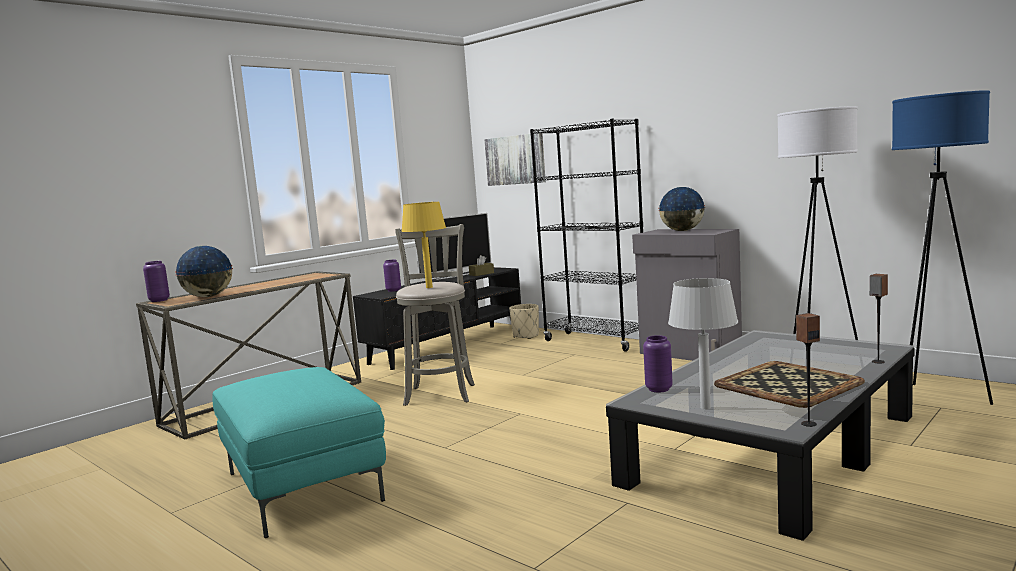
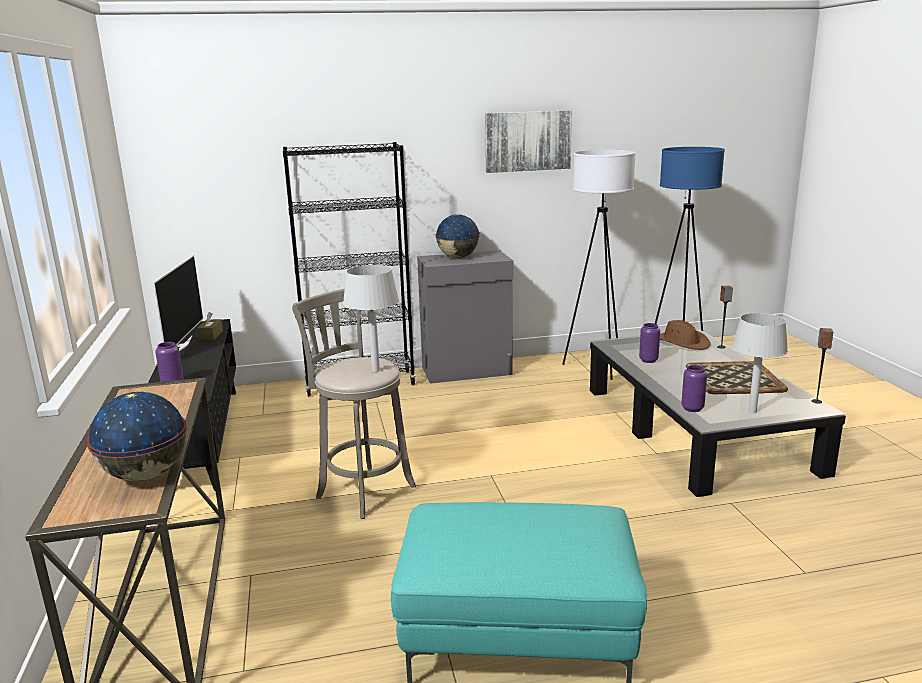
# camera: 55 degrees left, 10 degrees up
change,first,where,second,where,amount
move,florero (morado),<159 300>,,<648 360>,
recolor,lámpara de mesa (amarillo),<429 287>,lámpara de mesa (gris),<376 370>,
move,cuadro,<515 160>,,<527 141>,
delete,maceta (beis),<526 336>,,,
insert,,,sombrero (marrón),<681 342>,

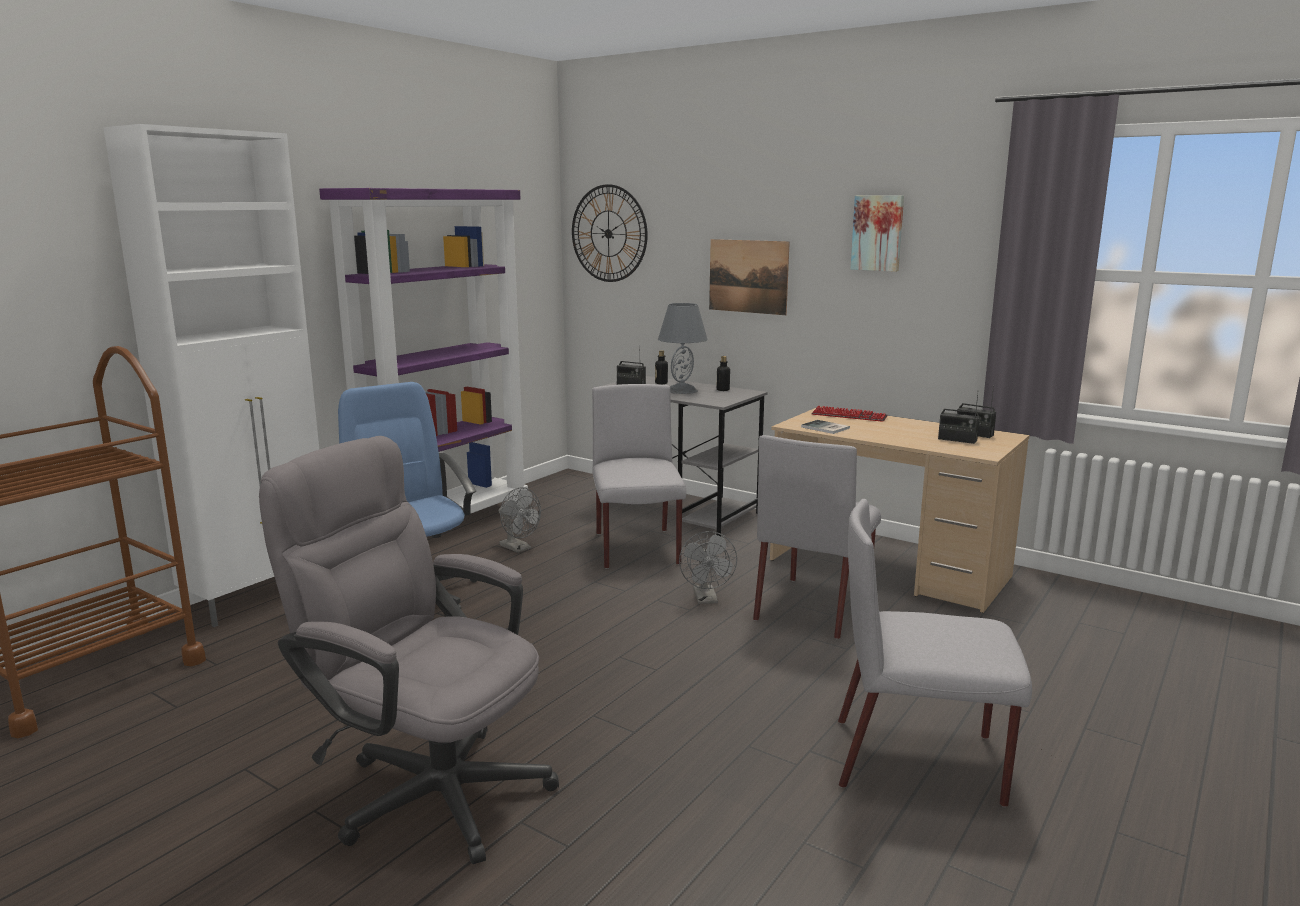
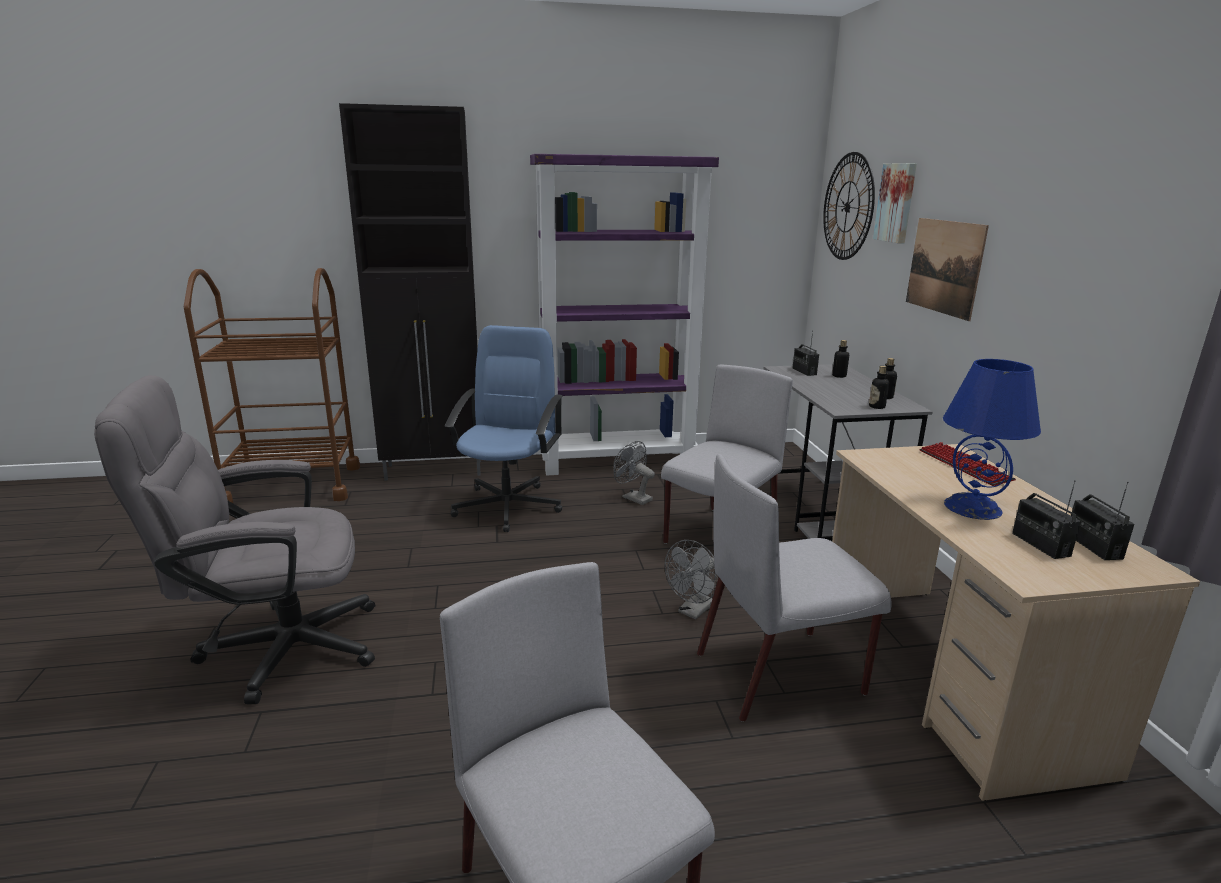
# camera: 45 degrees right, 5 degrees up
change,first,where,second,where,amount
recolor,armario (blanco),<261 597>,armario (negro),<435 470>,
rotate,silla de oficina (gris),<427 787>,,<273 649>,90 degrees counterclockwise
rotate,ventilador (gris),<518 548>,,<633 498>,135 degrees clockwise
delete,lámpara de mesa (gris),<682 390>,,,
delete,libro,<825 428>,,,
move,cuadro,<878 233>,,<897 203>,
insert,,,botella,<877 406>,
insert,,,lámpara de mesa (azul),<973 507>,

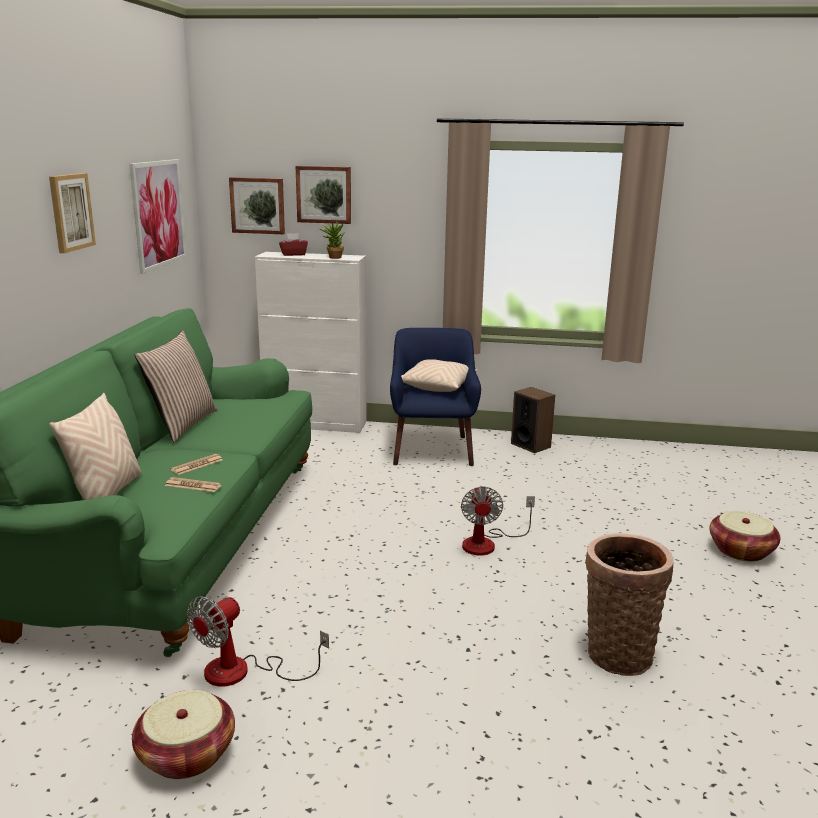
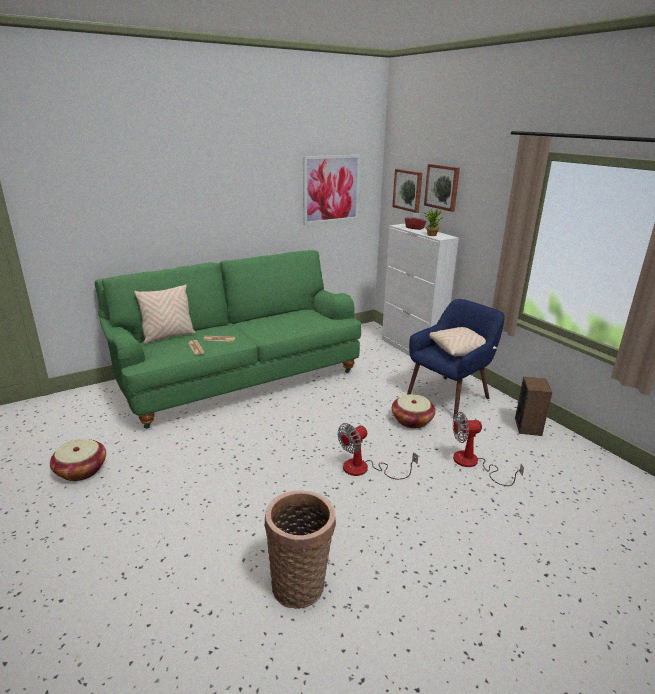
# camera: 50 degrees right, 5 degrees up
change,first,where,second,where,amount
delete,cuadro,<70 212>,,,
delete,cojín,<182 424>,,,
move,ventilador,<243 672>,,<473 464>,
move,cesta,<741 551>,,<412 420>,

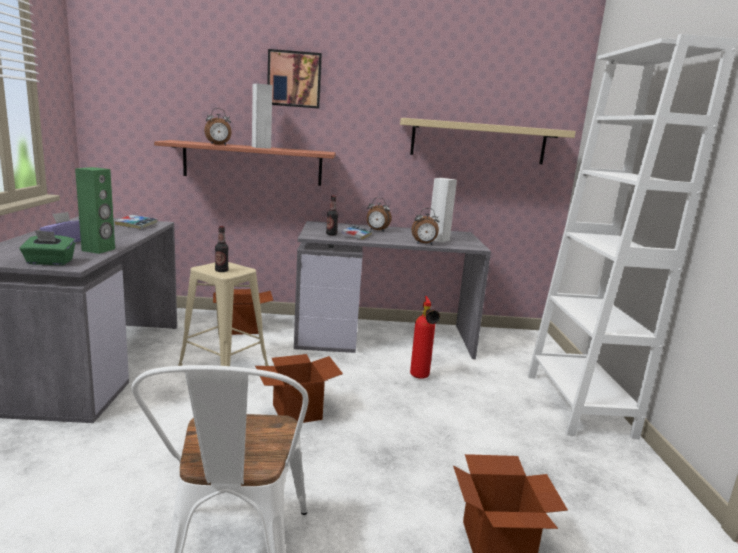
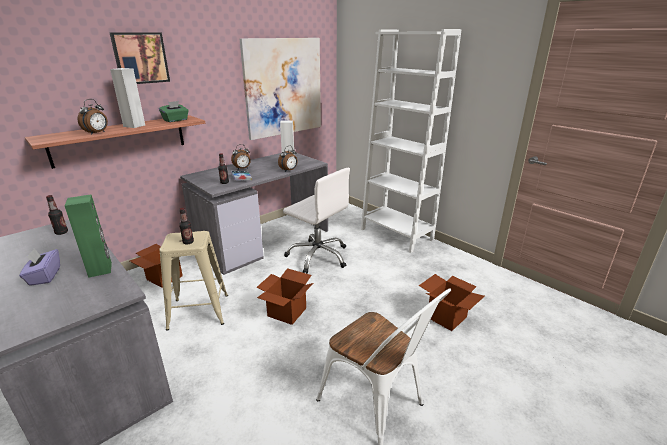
# camera: 40 degrees left, 10 degrees up
change,first,where,second,where,amount
move,caja de pañuelos (verde),<49 262>,,<175 120>,
replace,libro,<136 225>,botella,<61 232>,
replace,estante (beis),<478 142>,cuadro,<283 87>,
replace,extintor,<420 378>,silla de oficina (blanco),<318 256>,

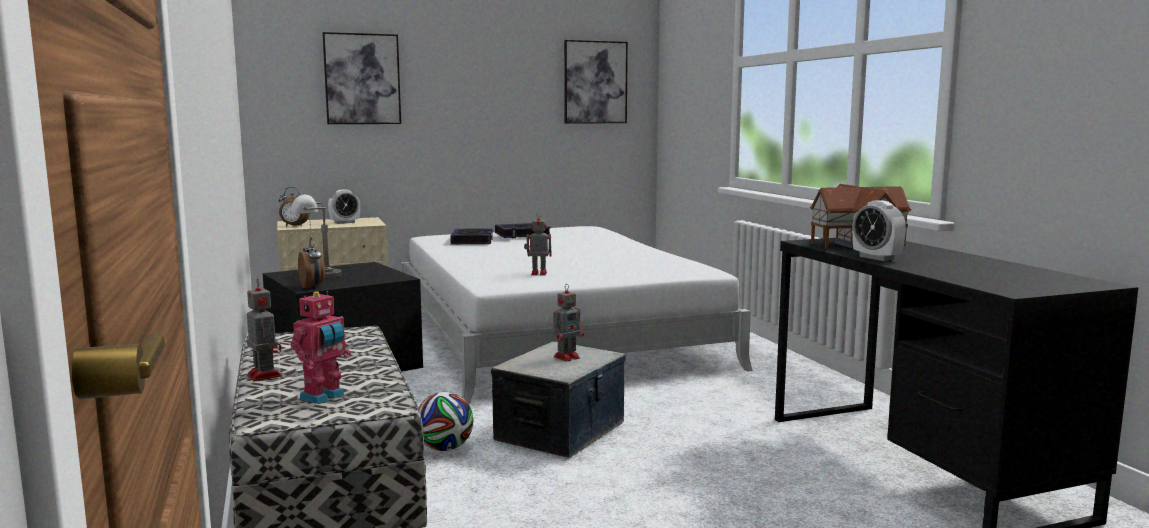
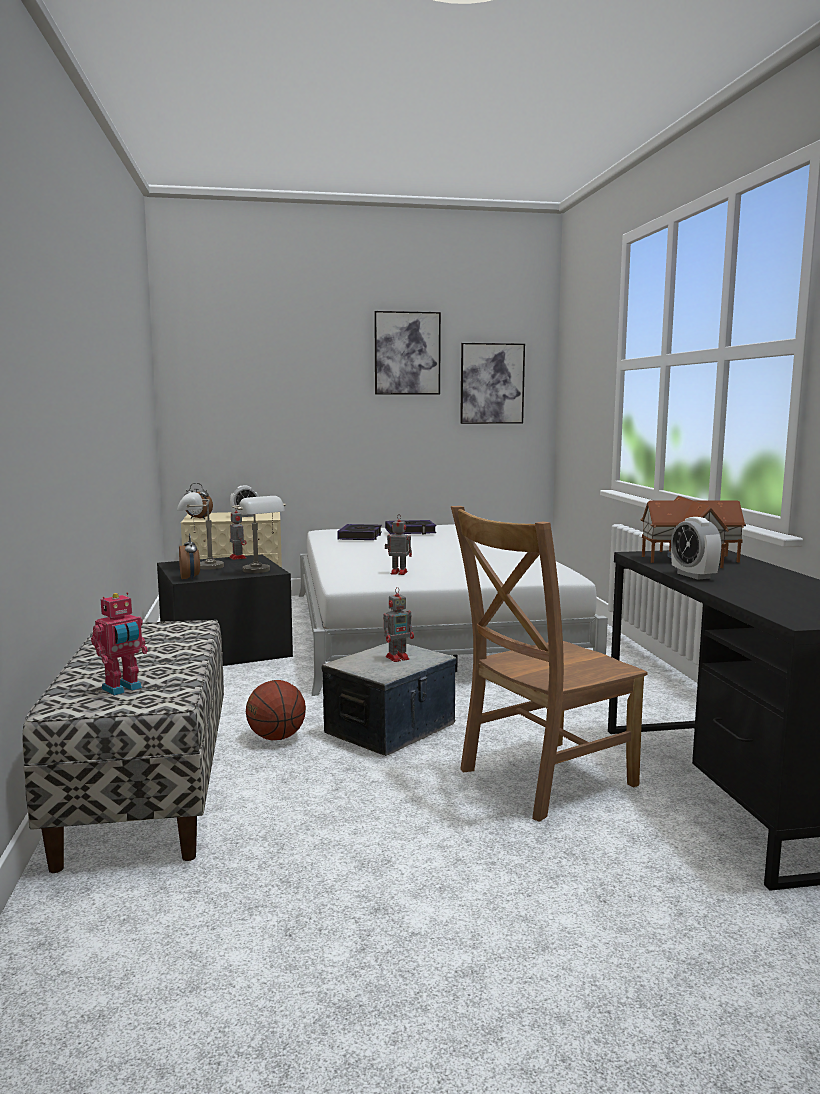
# camera: 10 degrees right, 0 degrees up
change,first,where,second,where,amount
move,robot de juguete,<263 375>,,<237 557>,
move,cuadro,<362 79>,,<407 353>,
replace,balón de fútbol,<445 448>,balón de baloncesto,<276 738>,
insert,,,lámpara de mesa (gris),<261 571>,
insert,,,silla (marrón),<541 779>,

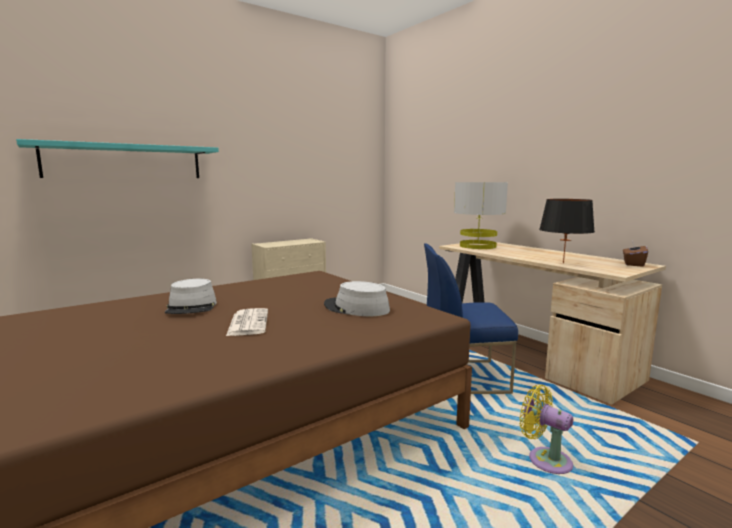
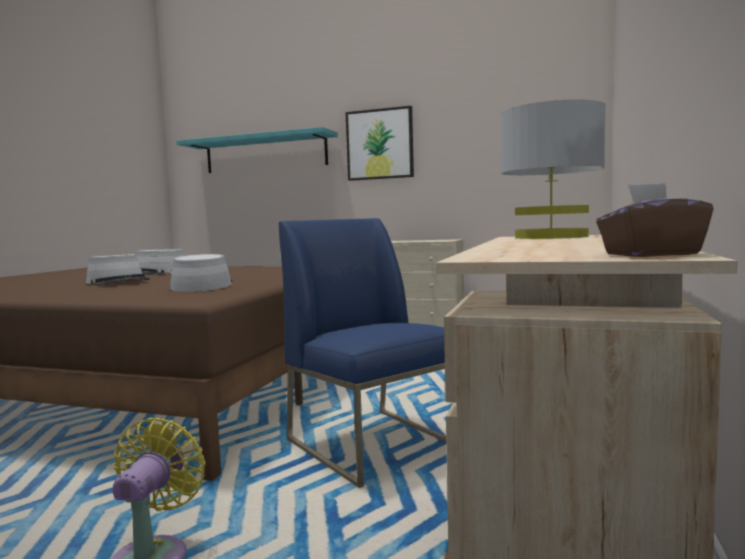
# camera: 55 degrees right, 5 degrees down
change,first,where,second,where,amount
replace,periódico,<248 322>,sombrero (gris),<118 282>,
delete,lámpara de mesa (negro),<563 263>,,,
insert,,,cuadro,<380 144>,

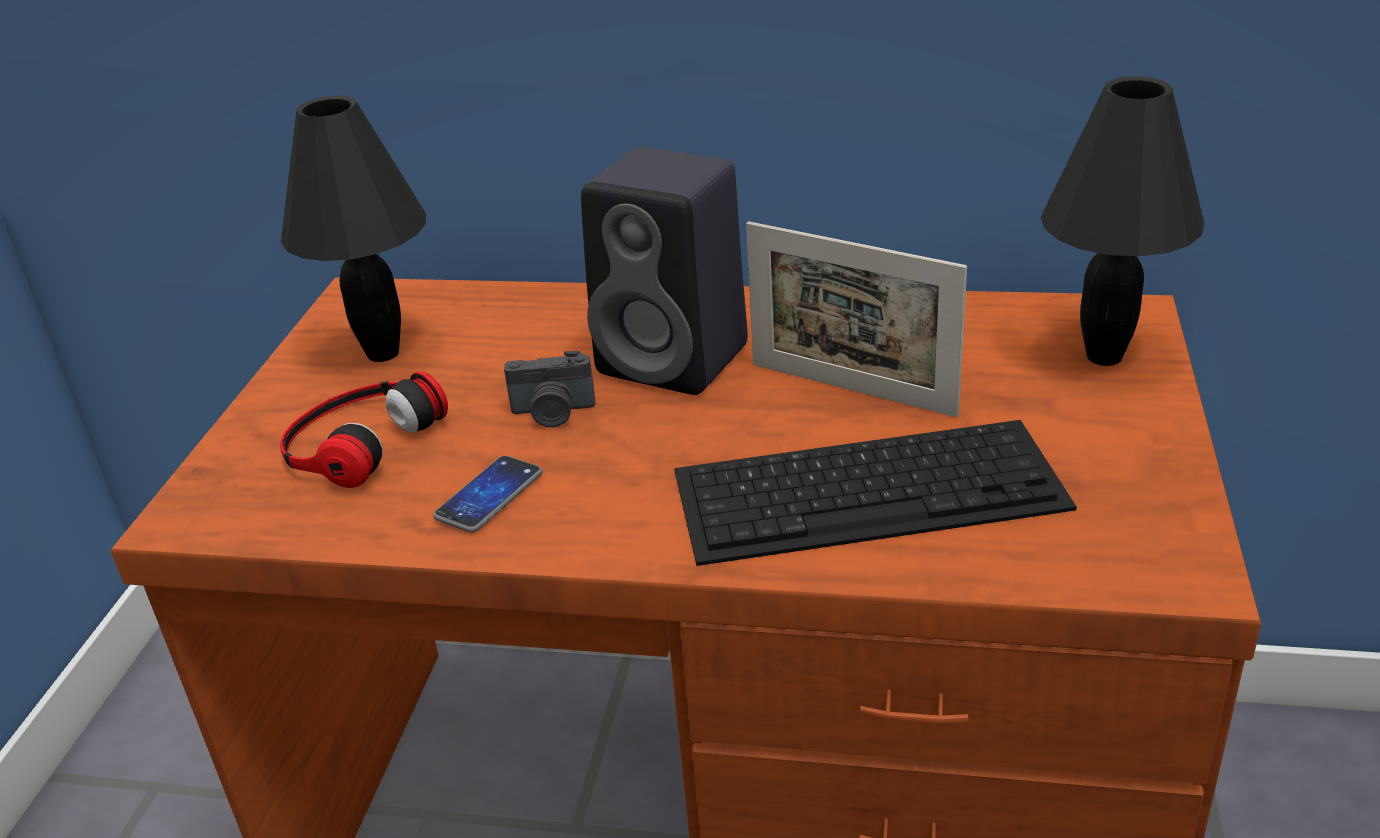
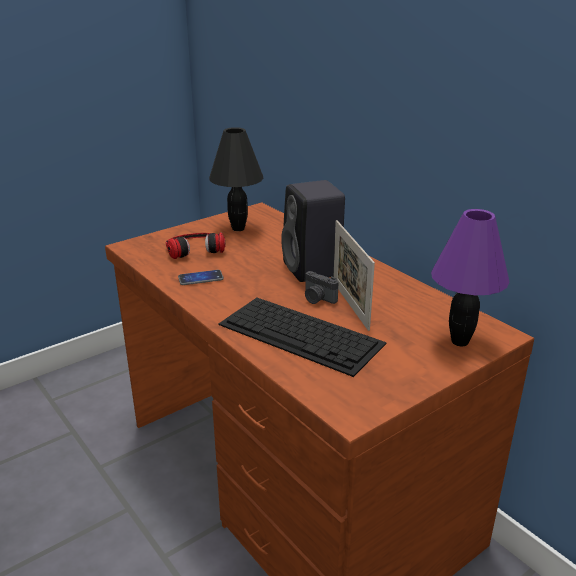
# camera: 40 degrees right, 5 degrees down
change,first,where,second,where,amount
move,cámara,<553 413>,,<318 299>,
recolor,lámpara de mesa (negro),<1105 356>,lámpara de mesa (morado),<460 342>,

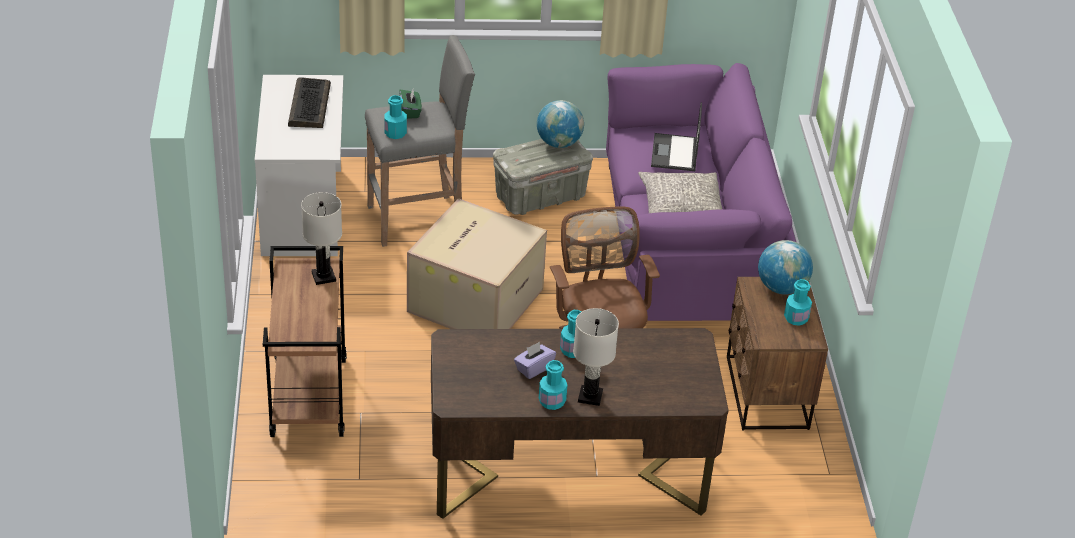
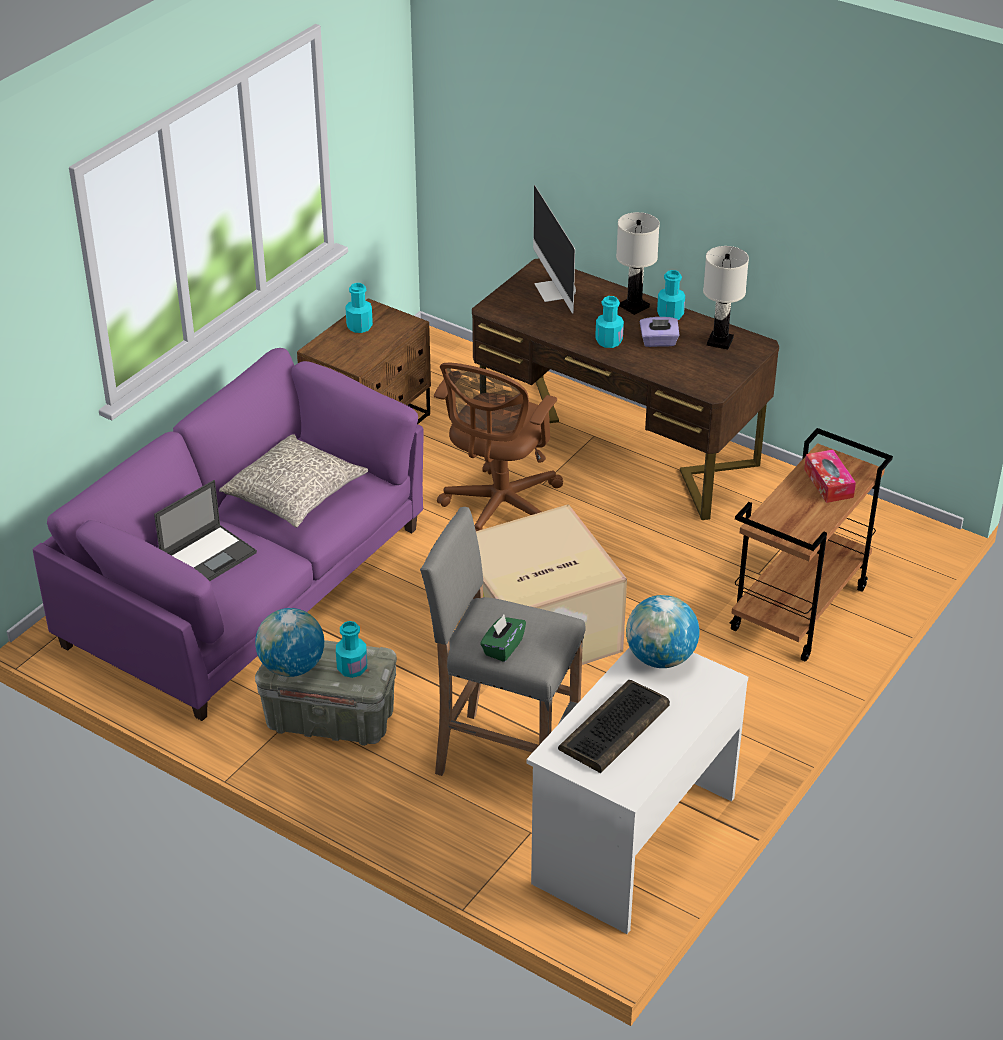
# camera: 140 degrees left, 0 degrees up
change,first,where,second,where,amount
move,lámpara de mesa (blanco),<323 277>,,<720 341>,
move,botella (turquesa),<395 133>,,<352 668>,
move,globo terráqueo,<781 288>,,<660 658>,
insert,,,monitor,<555 291>,
insert,,,caja de pañuelos,<828 483>,

